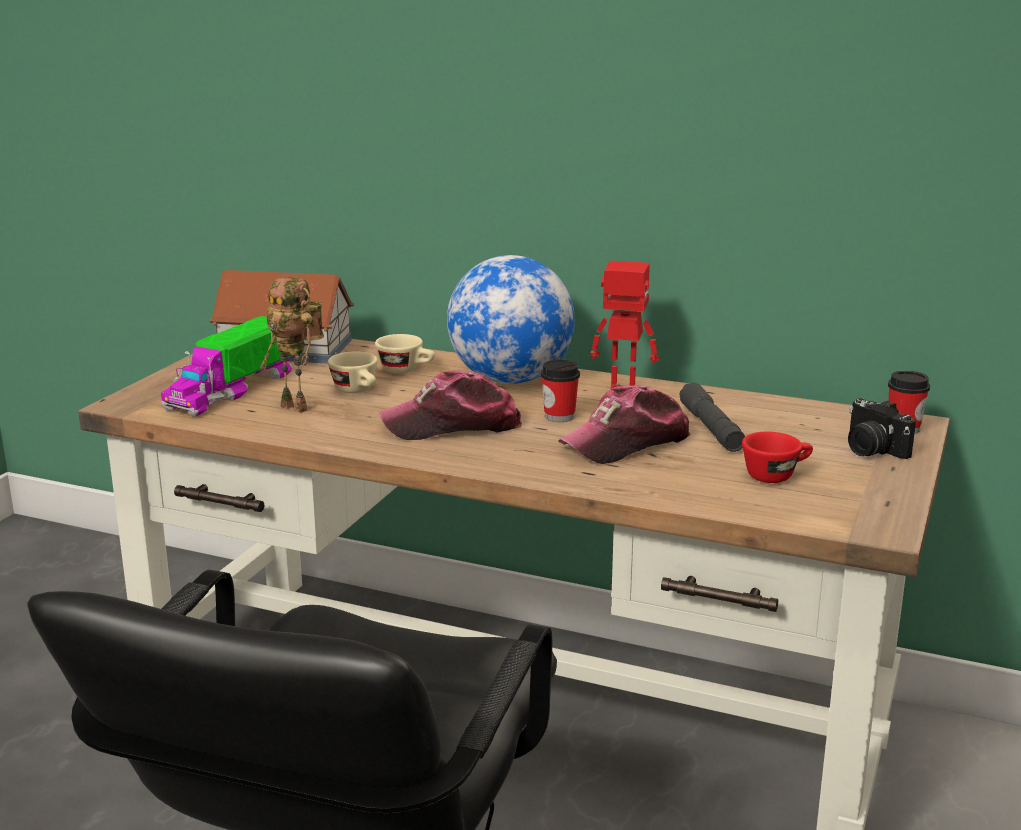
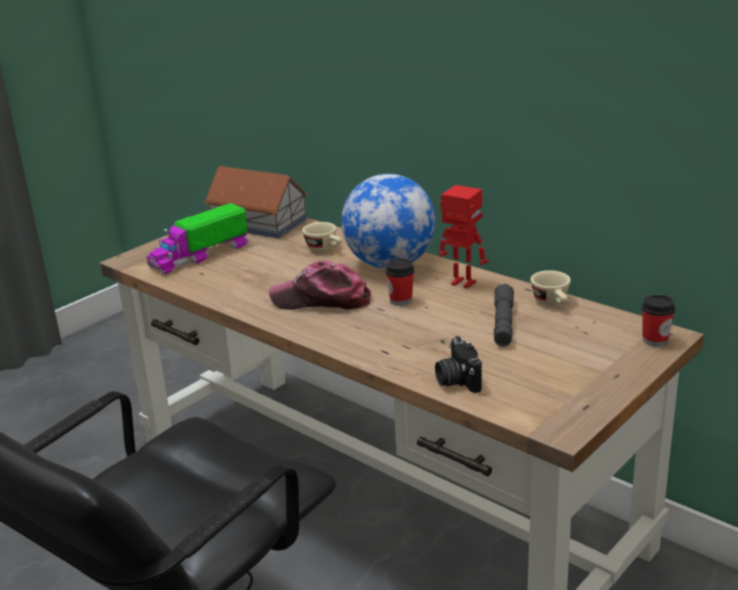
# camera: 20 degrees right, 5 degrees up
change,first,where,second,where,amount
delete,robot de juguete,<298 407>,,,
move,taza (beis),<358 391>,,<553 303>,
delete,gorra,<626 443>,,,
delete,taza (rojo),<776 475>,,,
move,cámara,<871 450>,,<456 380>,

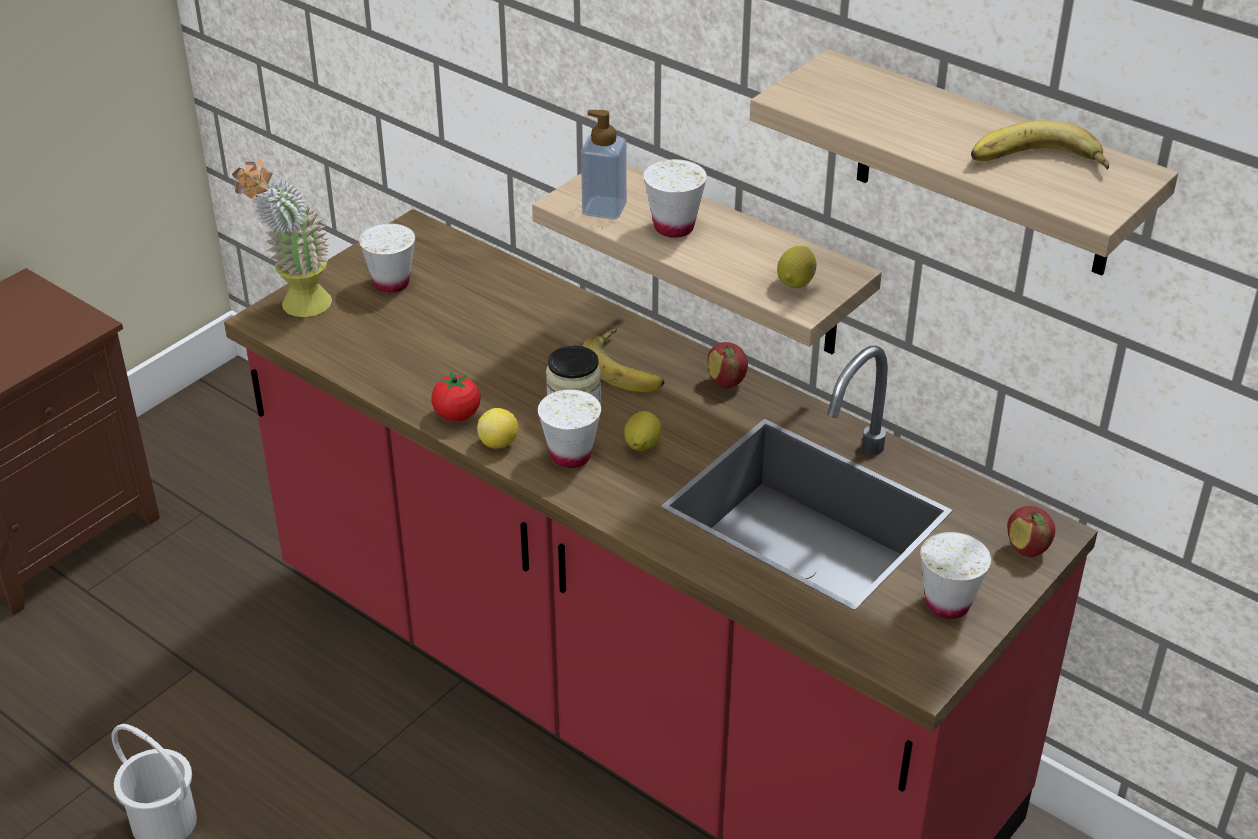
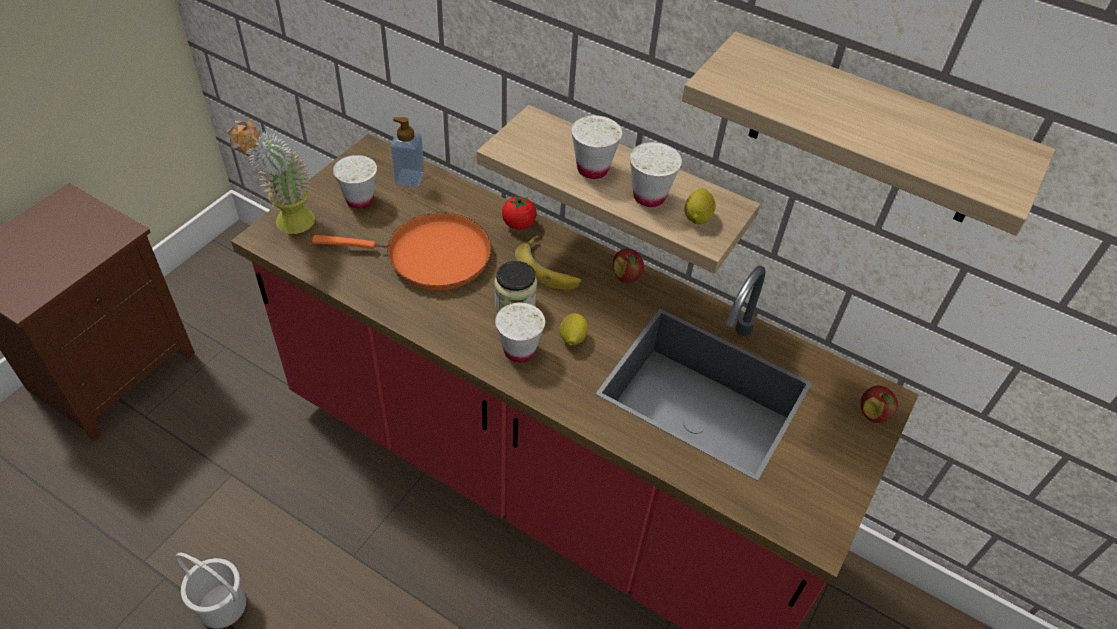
# camera: 10 degrees left, 10 degrees up
change,first,where,second,where,amount
move,tomate,<457 415>,,<519 224>,
delete,limón,<499 443>,,,
move,dispensador de jabón,<604 208>,,<409 178>,
move,taza (blanco),<947 604>,,<649 196>,
delete,plátano,<1038 164>,,,
insert,,,sartén (naranja),<431 256>,

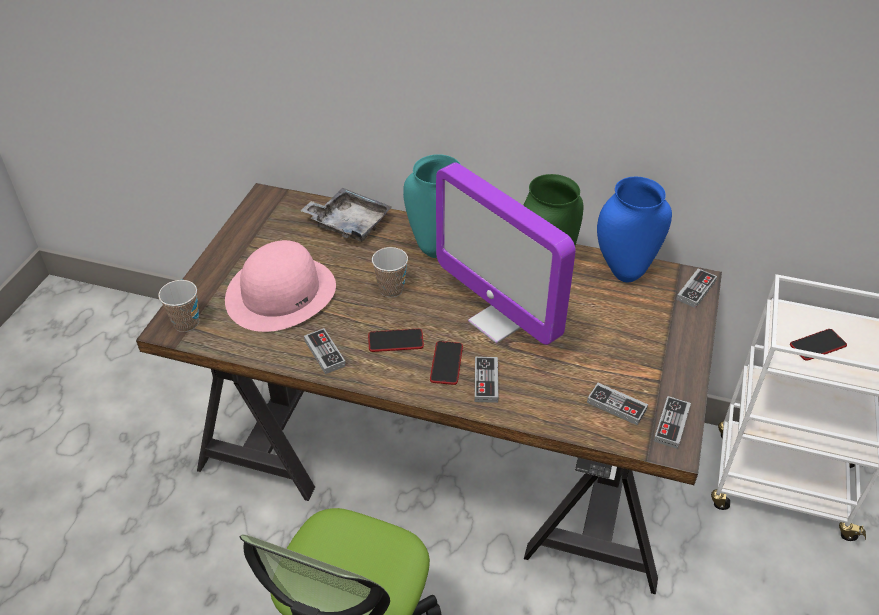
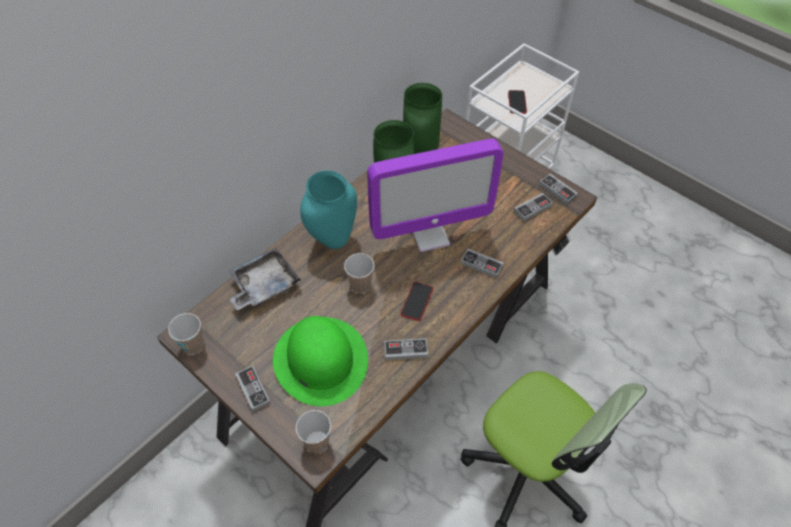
# camera: 65 degrees left, 10 degrees up
change,first,where,second,where,amount
recolor,sombrero (rosa),<281 292>,sombrero (verde),<320 359>,
delete,móvil,<446 363>,,,
recolor,florero (azul),<624 272>,florero (verde),<419 152>,
move,mando de consola,<696 290>,,<253 389>,
insert,,,taza,<193 345>,

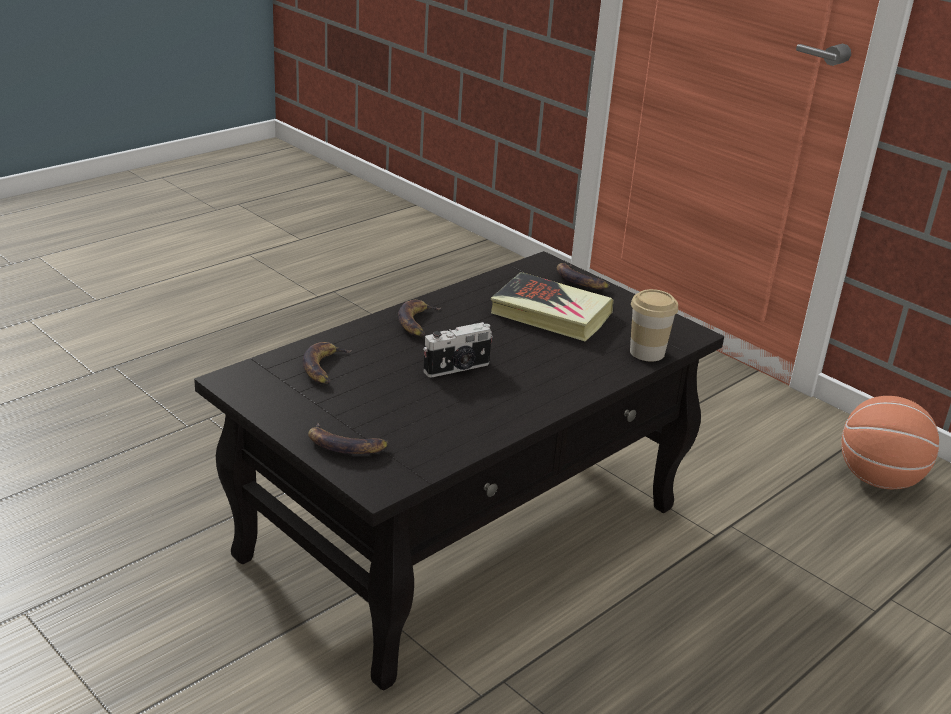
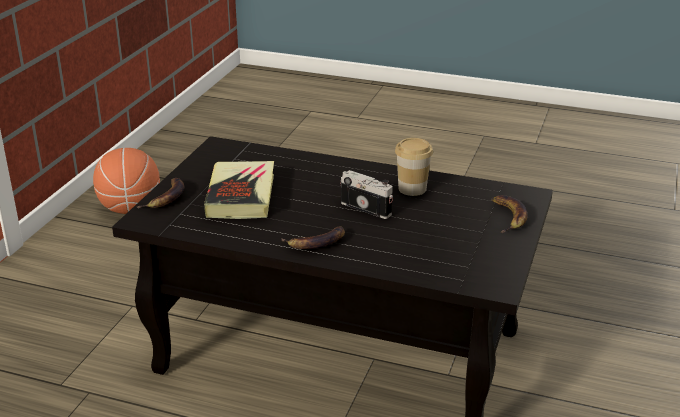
# camera: 115 degrees left, 0 degrees up
change,first,where,second,where,amount
delete,plátano,<324 368>,,,
move,taza,<647 352>,,<412 189>,

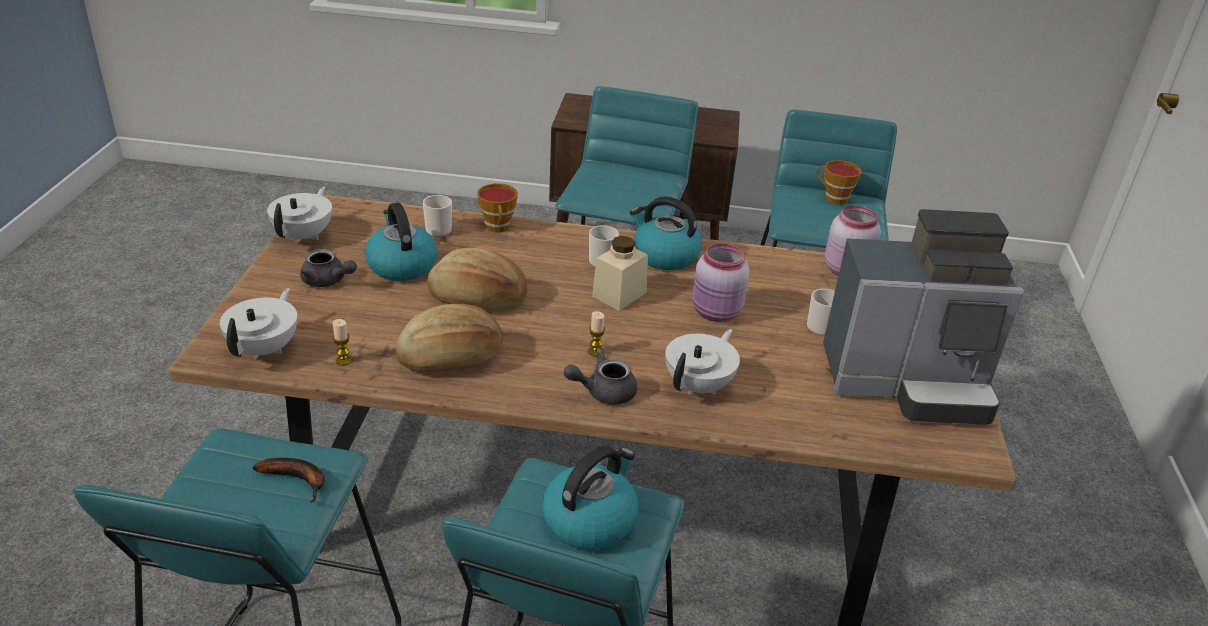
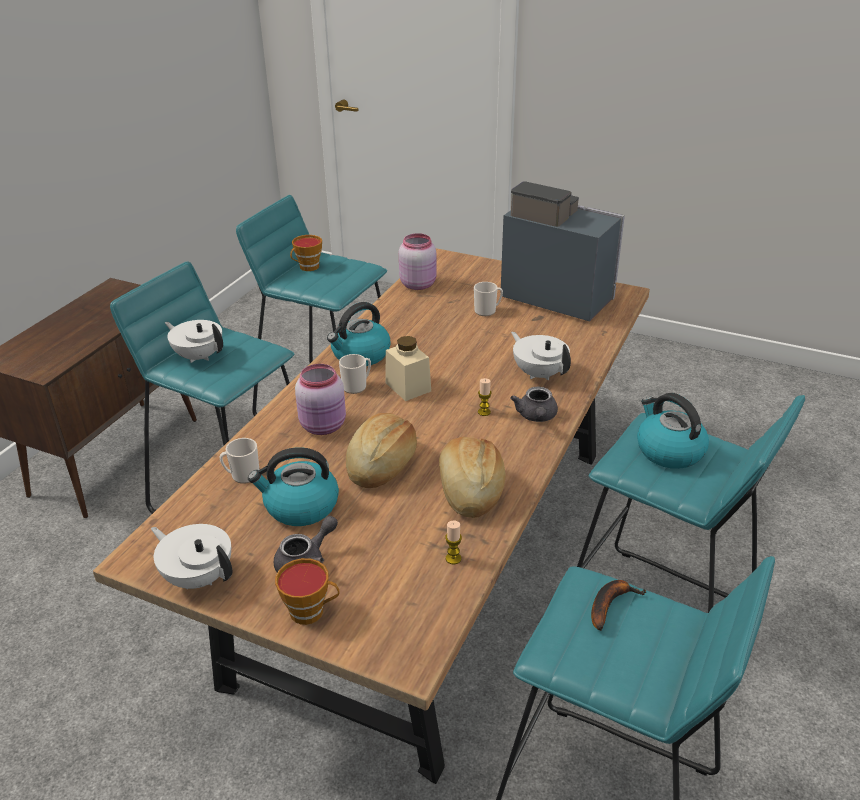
# camera: 70 degrees left, 0 degrees up
change,first,where,second,where,amount
move,tetera (blanco),<265 348>,,<199 356>,
move,taza,<498 227>,,<311 611>,
move,tarro (rosa),<716 313>,,<324 426>,
rotate,cafetera,<908 383>,,<555 296>,75 degrees counterclockwise

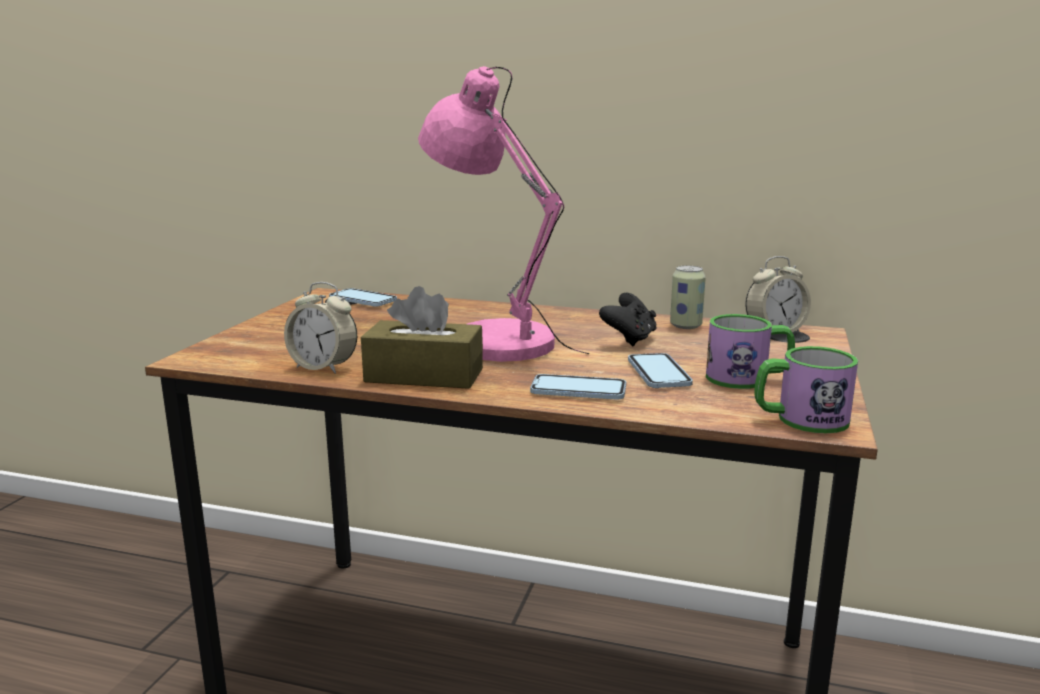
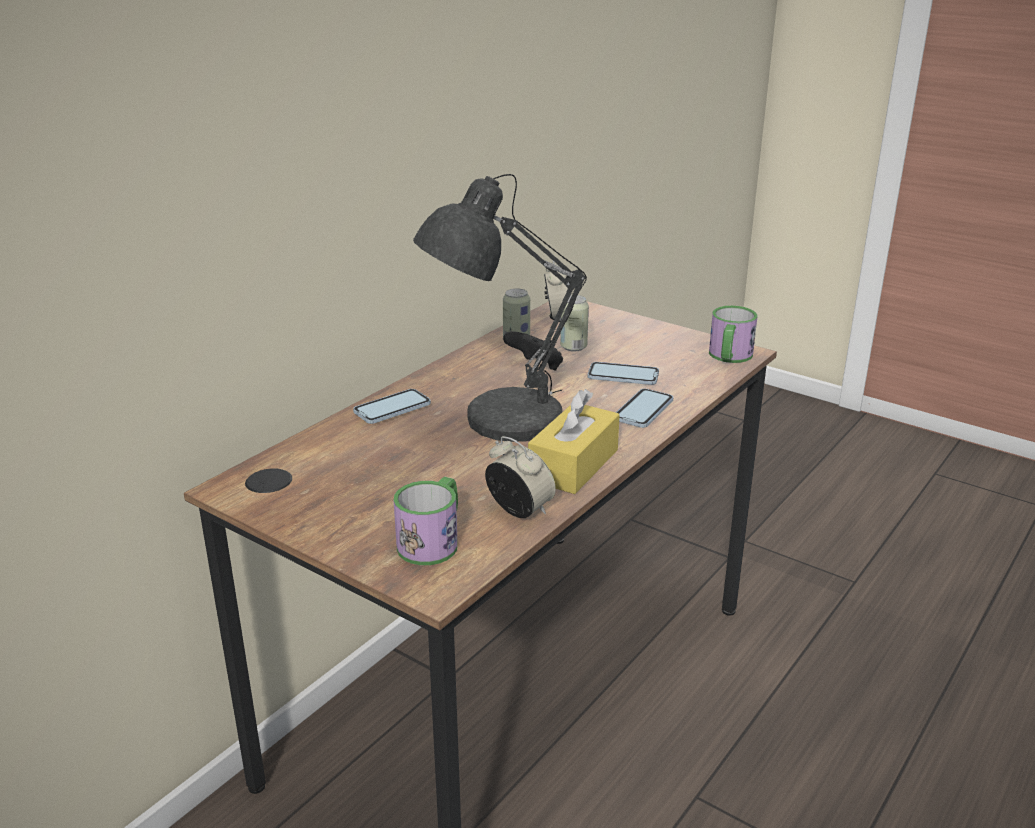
# camera: 70 degrees left, 10 degrees up
change,first,where,second,where,amount
rotate,despertador,<323 367>,,<519 511>,90 degrees counterclockwise
move,móvil,<363 300>,,<392 408>,
recolor,caja de pañuelos (marrón),<424 375>,caja de pañuelos (amarillo),<573 465>,
recolor,lámpara de mesa (rosa),<495 342>,lámpara de mesa (gris),<501 421>,
move,taza grande,<748 378>,,<433 541>,
insert,,,lata,<573 347>,

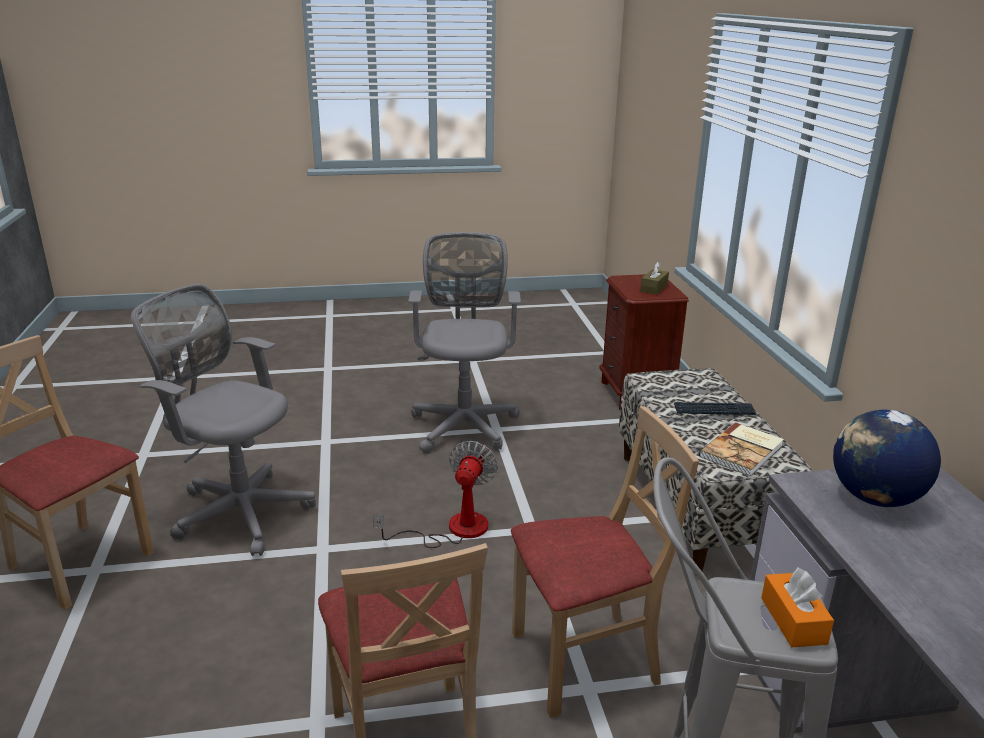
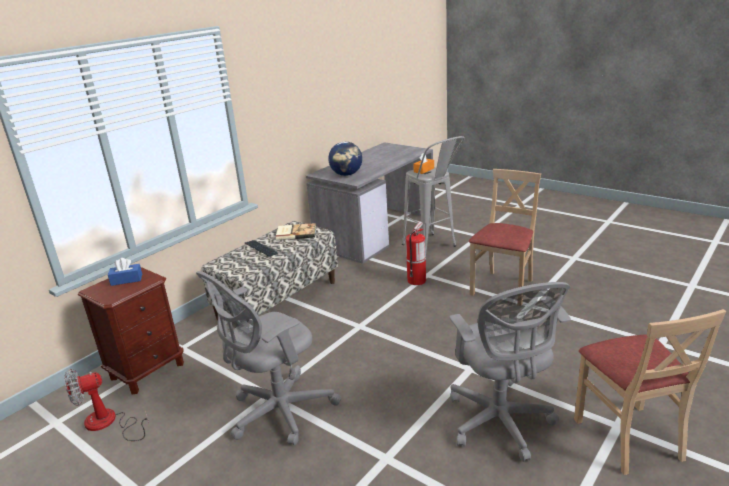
# camera: 130 degrees left, 0 degrees up
change,first,where,second,where,amount
move,ventilador,<453 529>,,<108 423>,
replace,silla (beis),<584 660>,extintor,<416 280>,
recolor,caja de pañuelos (marrón),<653 288>,caja de pañuelos (azul),<126 280>,

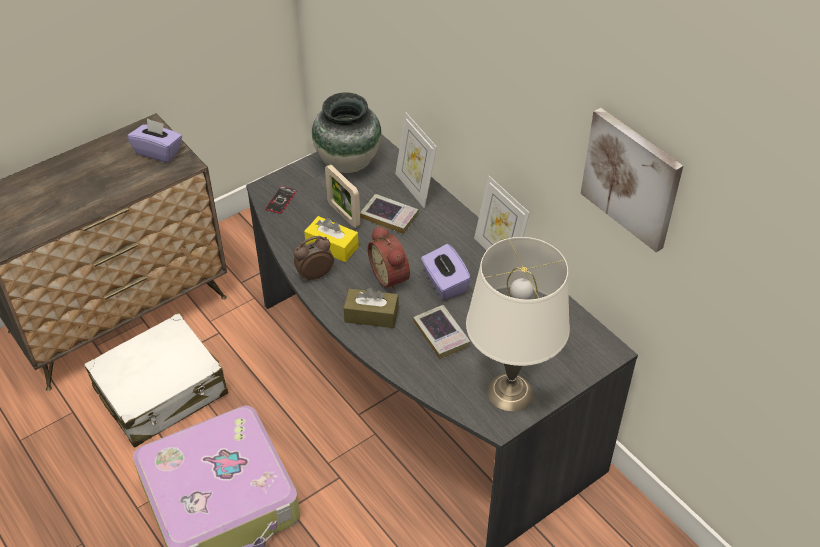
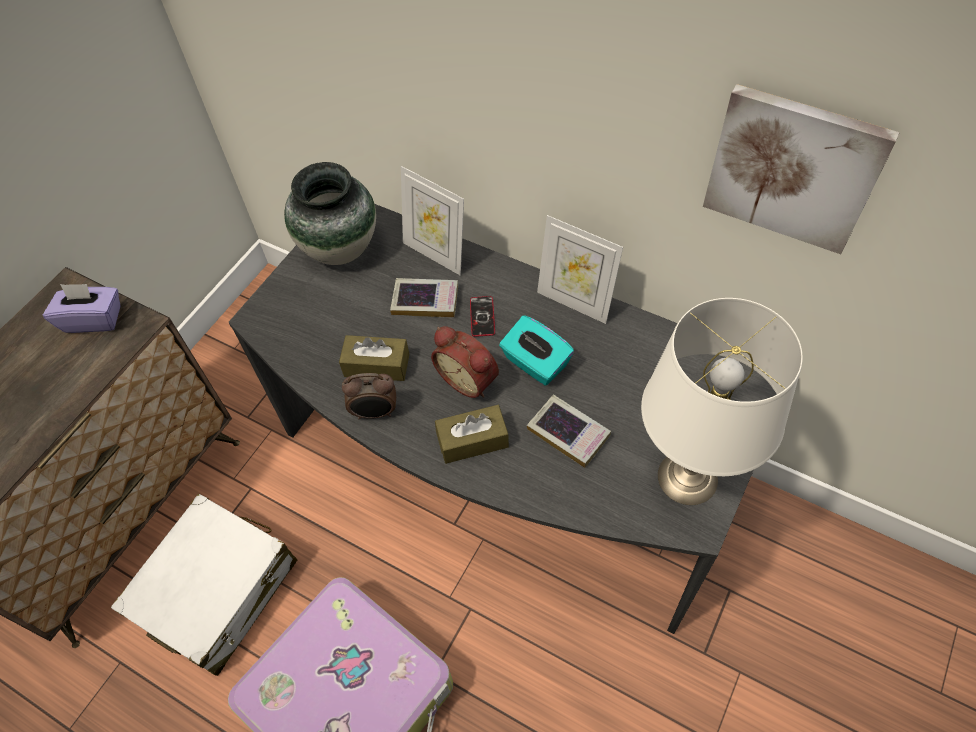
# camera: 20 degrees left, 10 degrees up
change,first,where,second,where,amount
move,móvil,<281 200>,,<482 317>,
rotate,despertador,<314 275>,,<375 413>,135 degrees counterclockwise
recolor,caja de pañuelos (amarillo),<332 246>,caja de pañuelos (marrón),<377 365>,
delete,portarretratos,<343 215>,,,
recolor,caja de pañuelos (morado),<444 283>,caja de pañuelos (turquesa),<535 363>,

